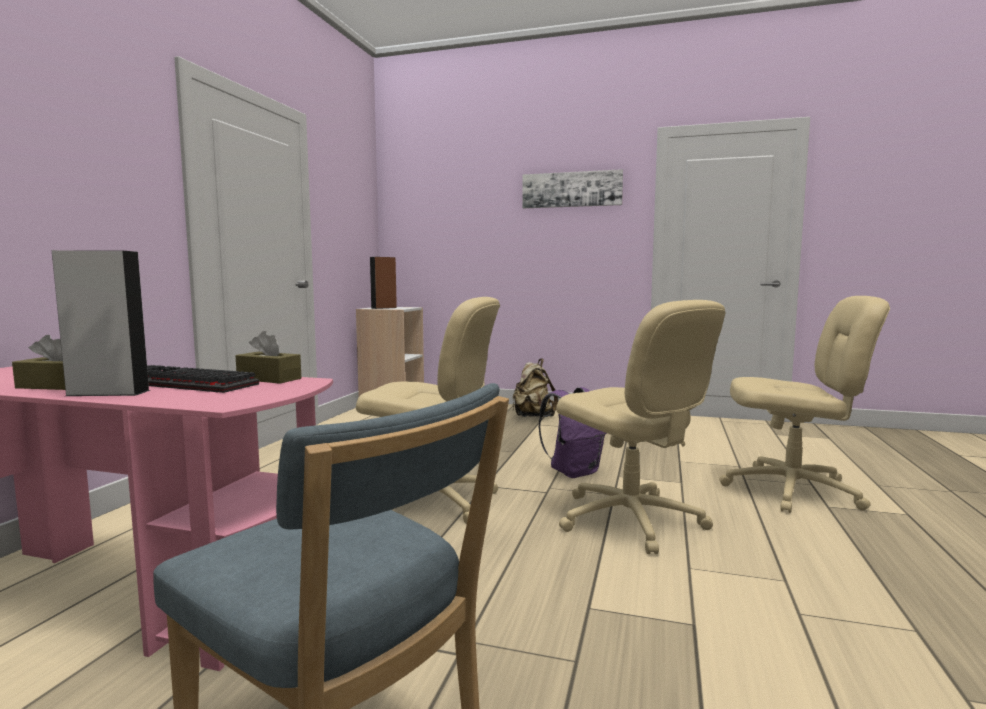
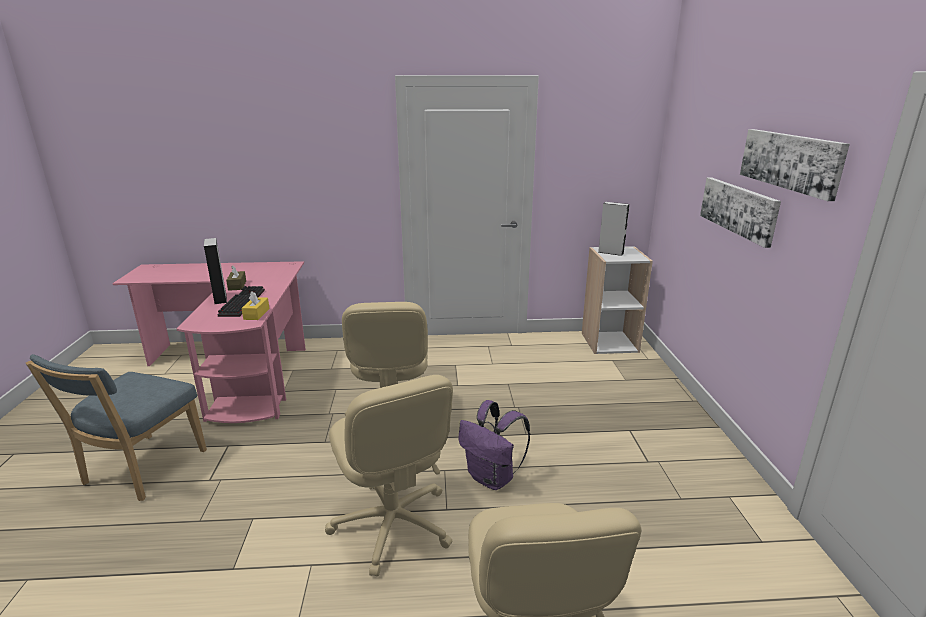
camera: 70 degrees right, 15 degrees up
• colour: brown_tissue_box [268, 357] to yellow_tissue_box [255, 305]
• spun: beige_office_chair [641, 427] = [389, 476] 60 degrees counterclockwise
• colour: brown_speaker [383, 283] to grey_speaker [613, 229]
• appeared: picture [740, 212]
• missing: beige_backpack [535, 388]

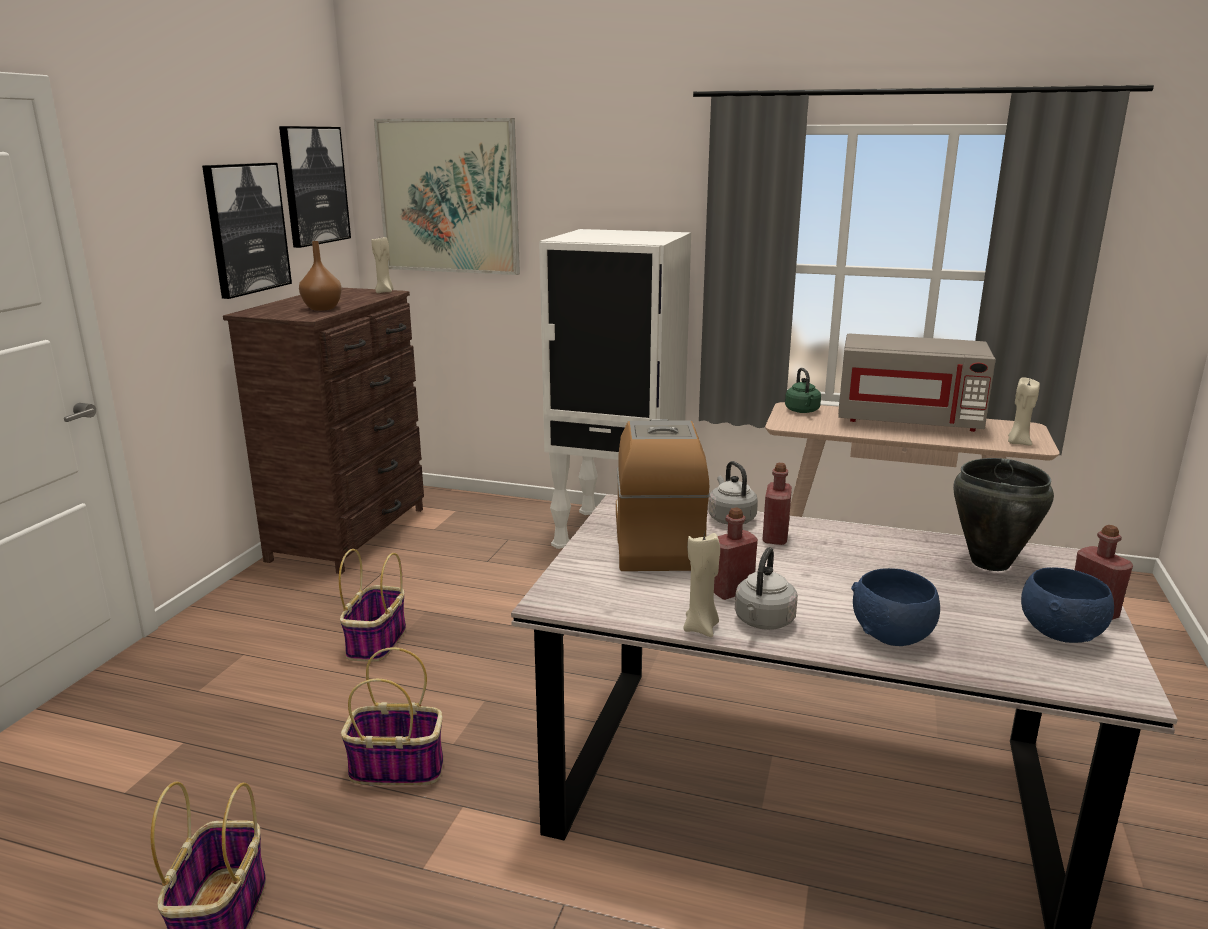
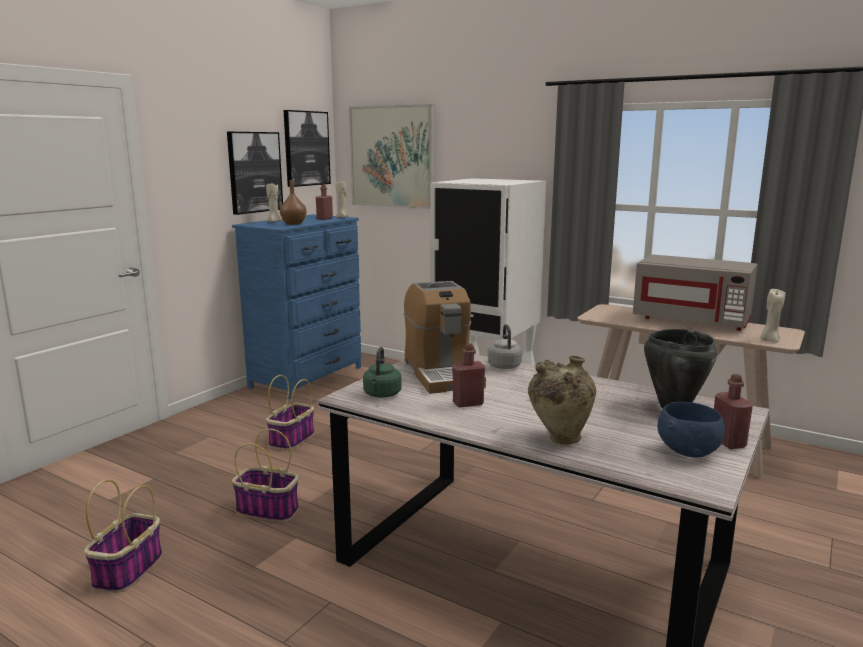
camera: 15 degrees right, 5 degrees down
• colour: brown_dresser [323, 431] to blue_dresser [296, 306]
• relocated: beige_candle [701, 584] to [274, 203]
• relocated: red_bottle [777, 504] to [324, 202]
• relocated: green_kettle [803, 390] to [382, 372]
• spun: coffee_machine [663, 495] = [445, 337] 150 degrees clockwise
• exchanged: blue_bowl [895, 607] to beige_vase [562, 400]
• missing: grey_kettle [766, 588]

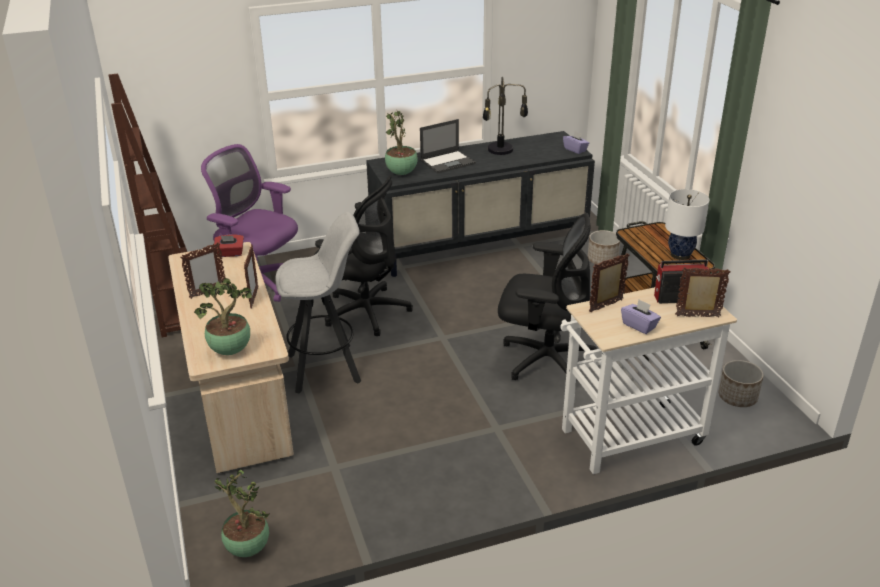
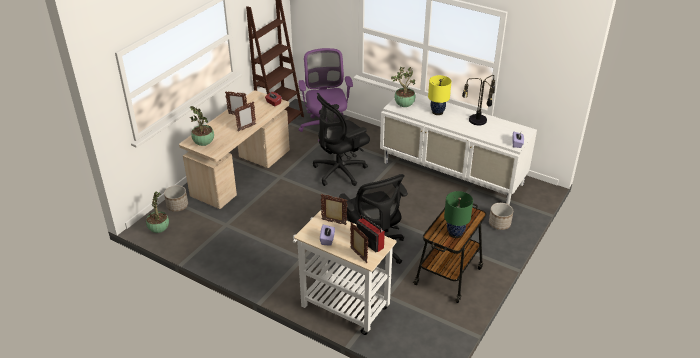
camera: 50 degrees right, 5 degrees up
• relocated: planter [741, 383] to [176, 198]
• spun: black_office_chair [363, 255] = [341, 139] 75 degrees clockwise
• colour: black_cabinet [480, 204] to white_cabinet [458, 149]
• exchanged: laptop [448, 146] to yellow_table_lamp [440, 95]
• colour: white_table_lamp [687, 224] to green_table_lamp [458, 214]
• missing: grey_stool [318, 302]

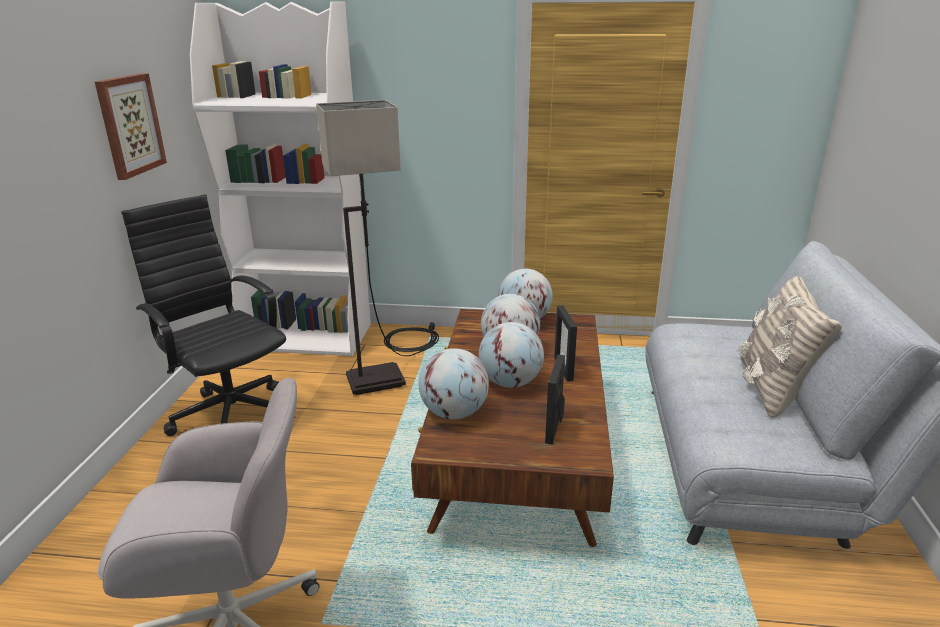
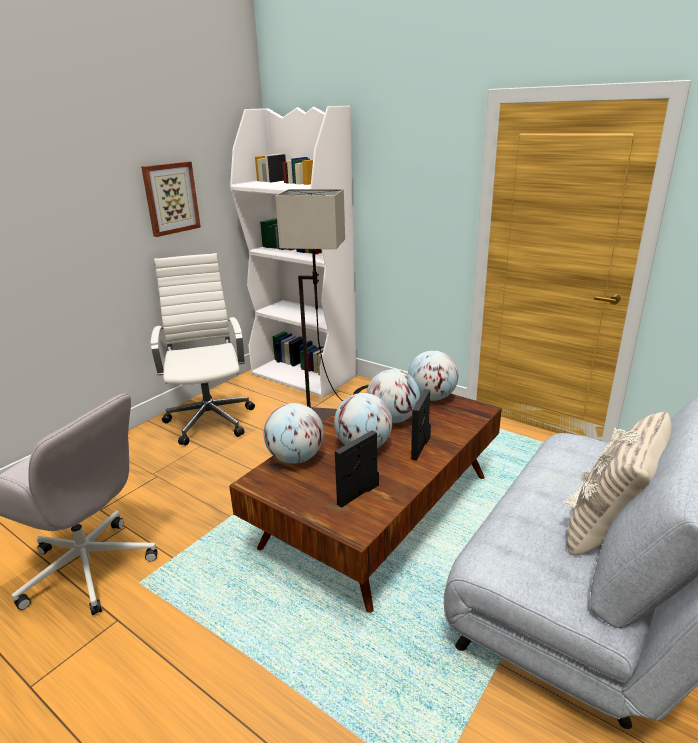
camera: 30 degrees right, 0 degrees up
• colour: black_office_chair [208, 315] to white_office_chair [203, 349]

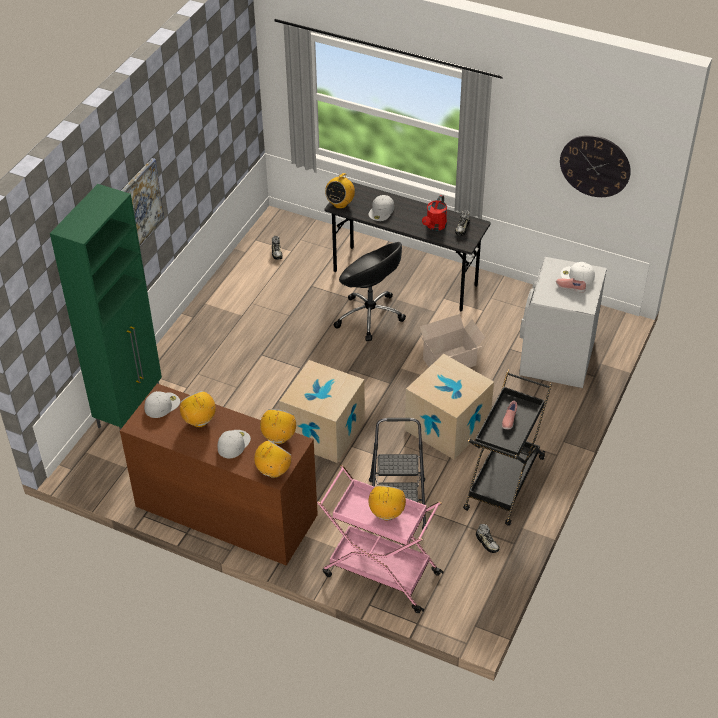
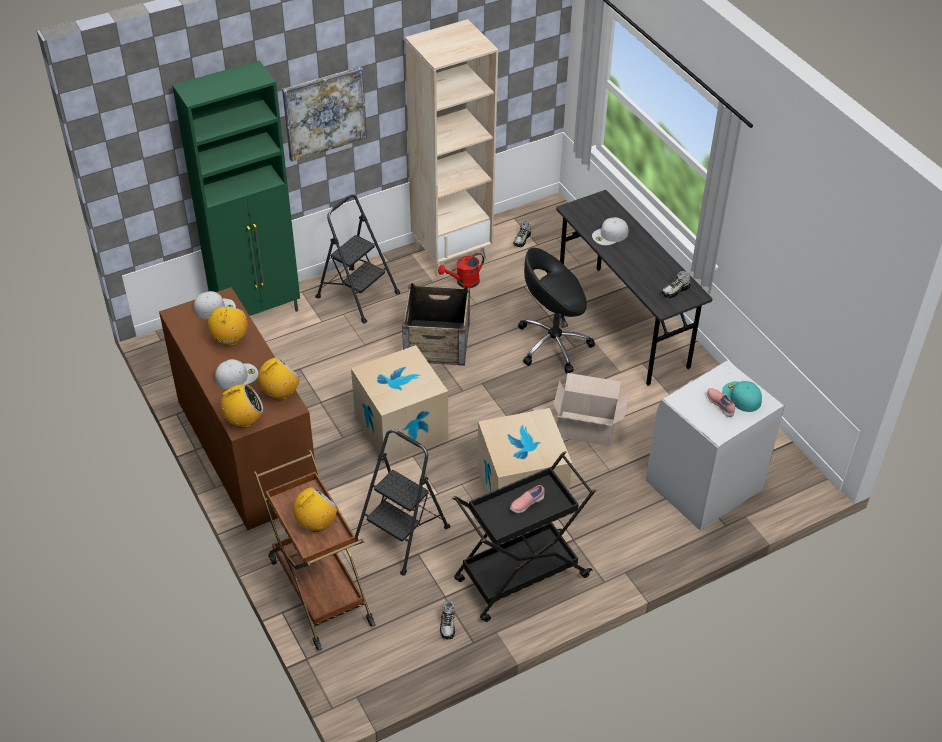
camera: 35 degrees right, 0 degrees up
• colour: pink_cart [380, 539] to brown_cart [315, 550]
• appeared: black_step_ladder [357, 259]
• appeared: crate [436, 324]
• appeared: beige_bookcase [451, 148]
• relocated: red_watering_can [434, 213] to [461, 270]
• spun: black_office_chair [370, 291] = [556, 310] 90 degrees clockwise
• colour: white_cap [577, 273] to turquoise_cap [742, 396]
• missing: radio [340, 191]
• missing: wall_clock [595, 166]

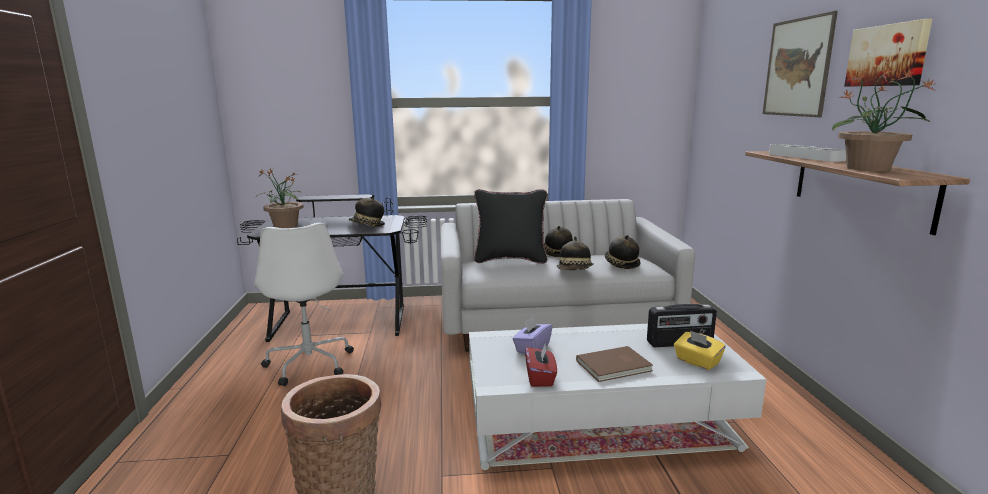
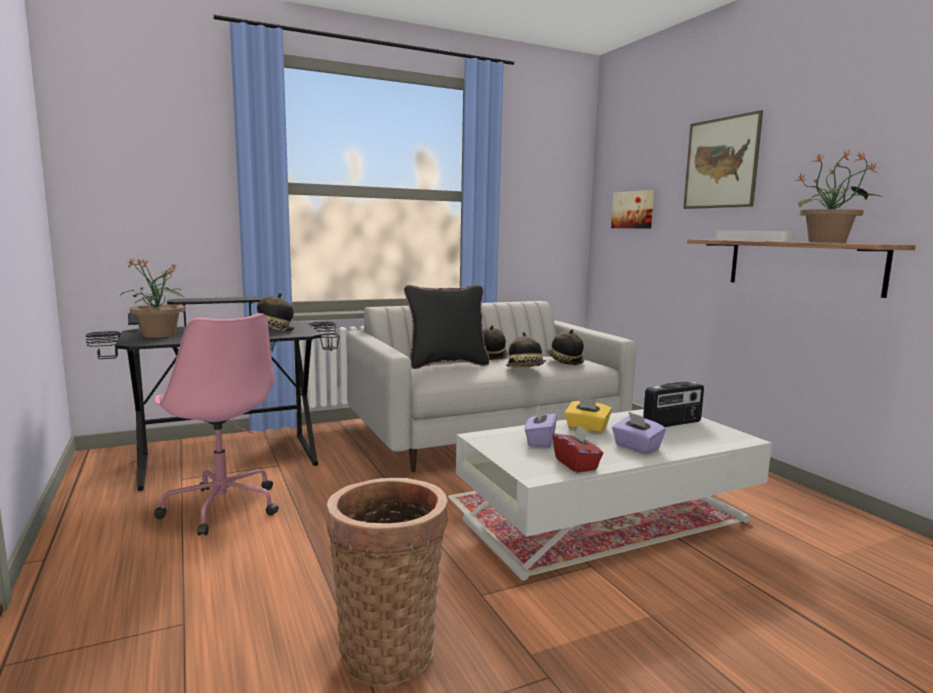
camera: 20 degrees left, 5 degrees down
• colour: white_office_chair [304, 304] to pink_office_chair [216, 424]
• relocated: yellow_tissue_box [700, 350] to [588, 415]
• relocated: picture [888, 53] to [632, 209]
• exchanged: brown_book [614, 364] to purple_tissue_box [639, 433]

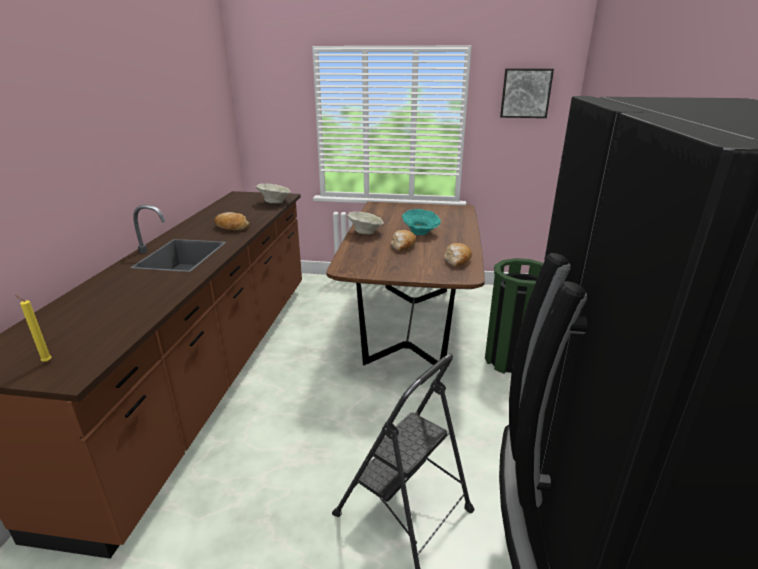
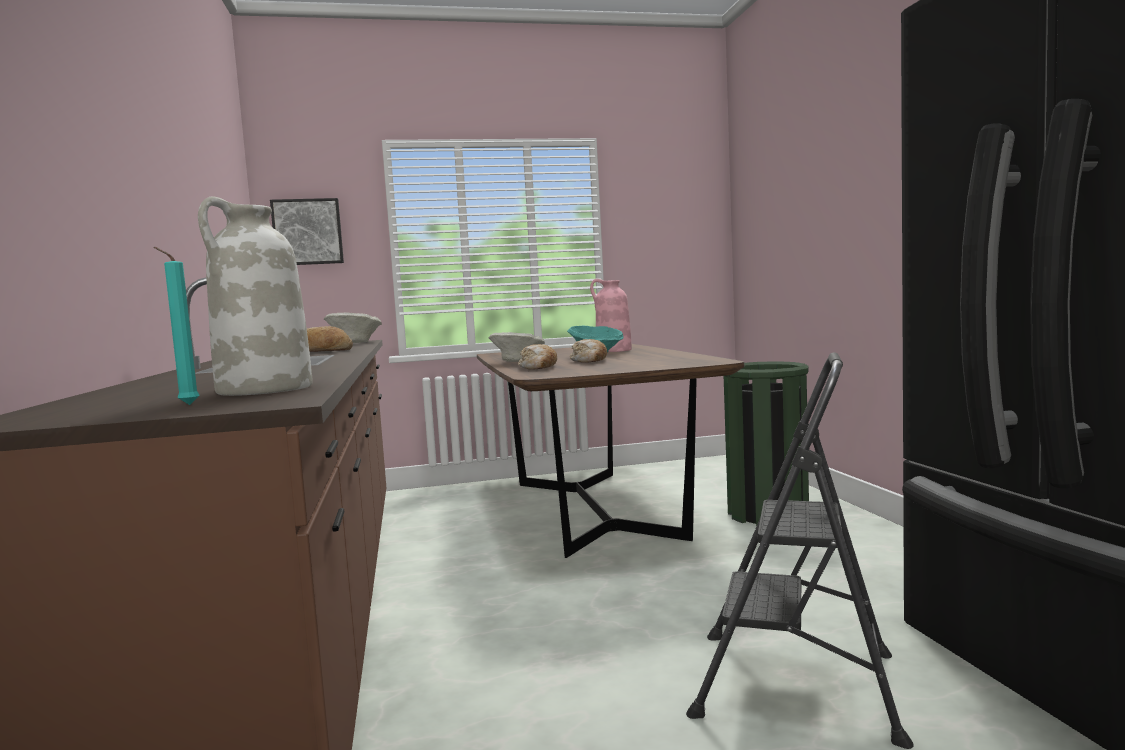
camera: 20 degrees left, 20 degrees down
• colour: yellow_candle [33, 328] to turquoise_candle [177, 326]
• appeared: white_vase [255, 296]
• relocated: picture [527, 93] to [307, 231]
• relocated: bread [458, 255] to [537, 356]
• appeared: pink_vase [611, 315]

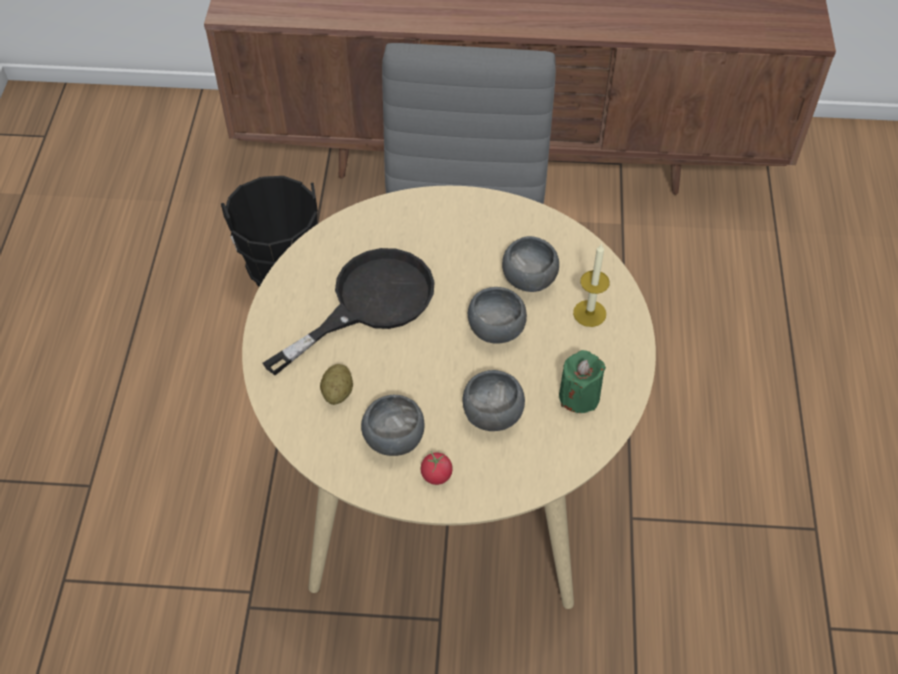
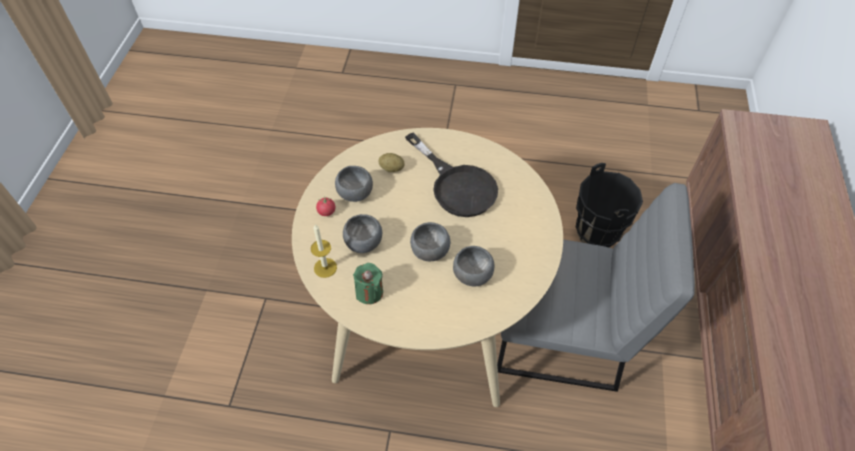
camera: 95 degrees right, 0 degrees up
• relocated: candle [591, 285] to [324, 251]

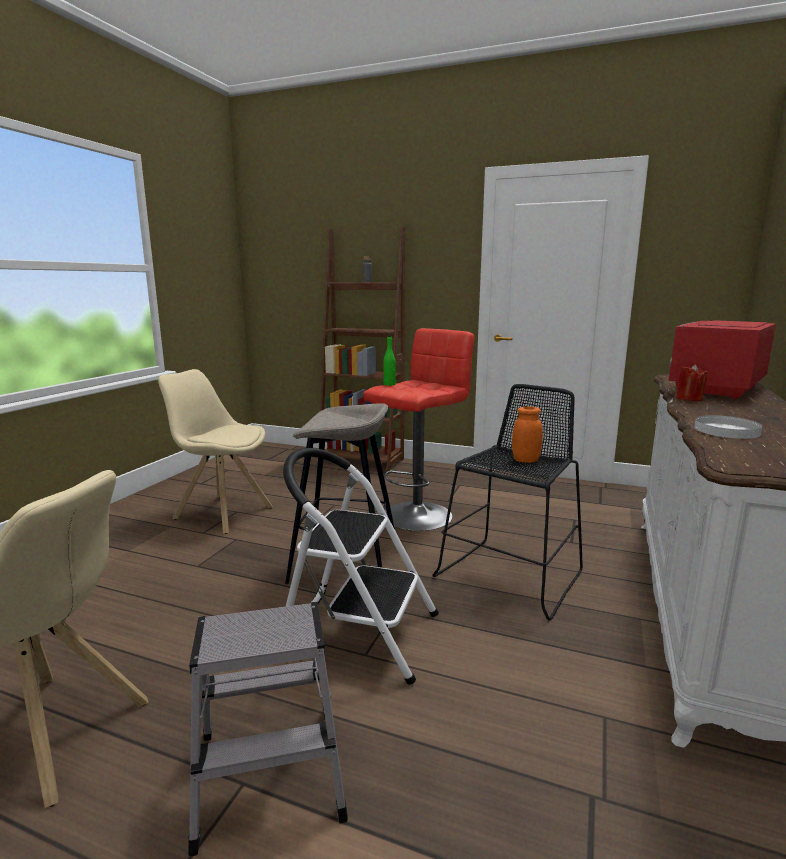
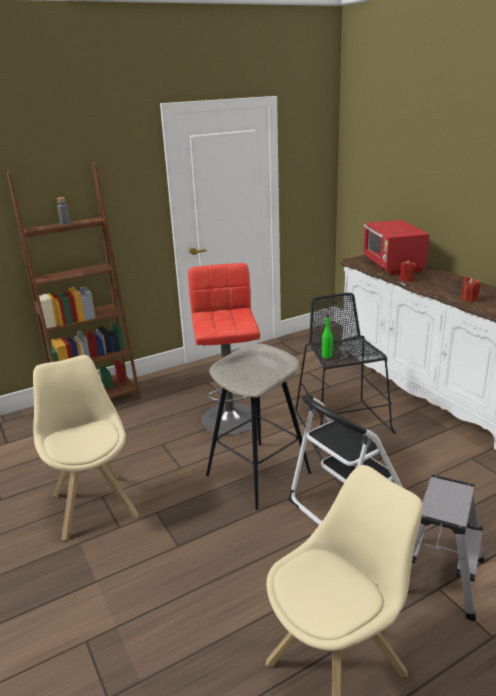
camera: 50 degrees left, 10 degrees up
• spun: beige_chair [215, 451] = [86, 448] 90 degrees clockwise
• relocated: green_bottle [389, 359] to [327, 336]
• exchanged: white_plate [728, 427] to red_candle [470, 289]
• missing: orange_jar [527, 435]

